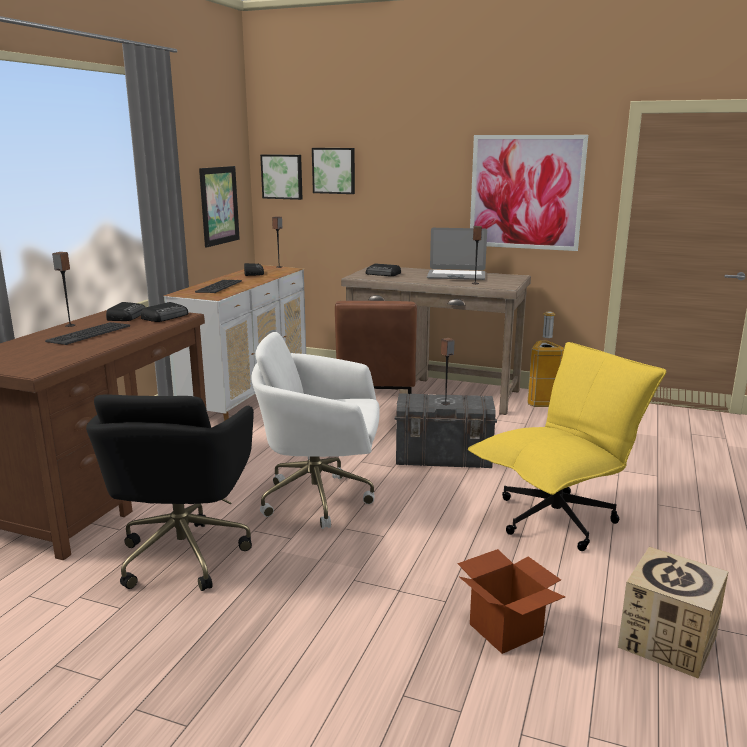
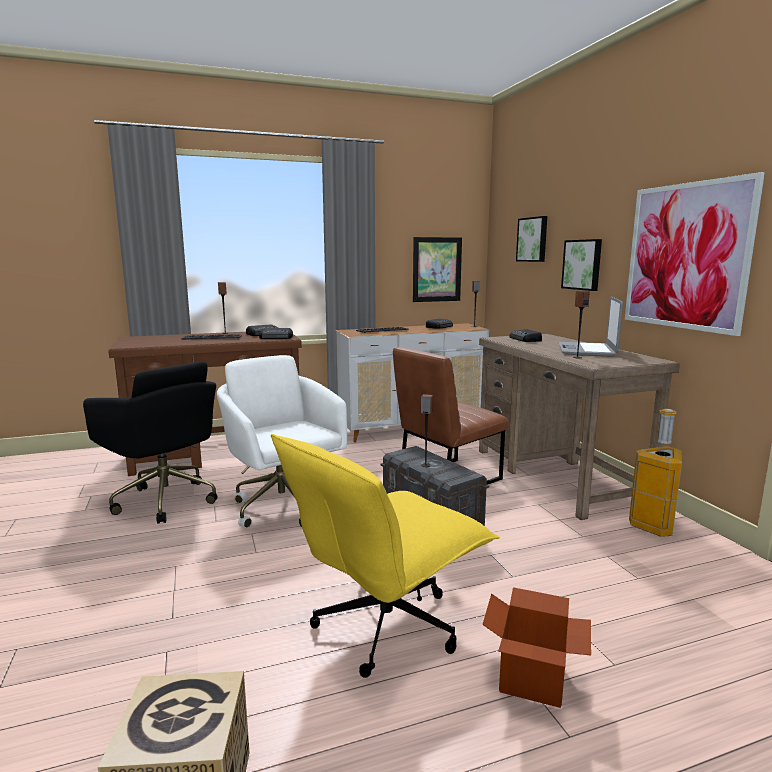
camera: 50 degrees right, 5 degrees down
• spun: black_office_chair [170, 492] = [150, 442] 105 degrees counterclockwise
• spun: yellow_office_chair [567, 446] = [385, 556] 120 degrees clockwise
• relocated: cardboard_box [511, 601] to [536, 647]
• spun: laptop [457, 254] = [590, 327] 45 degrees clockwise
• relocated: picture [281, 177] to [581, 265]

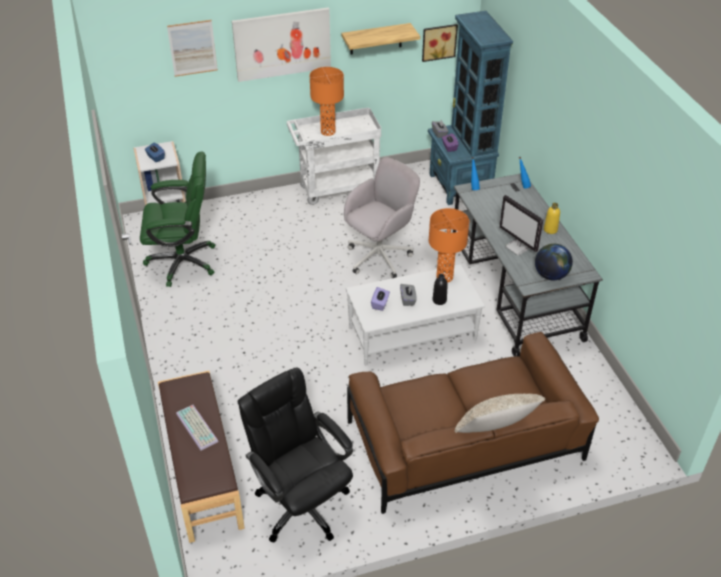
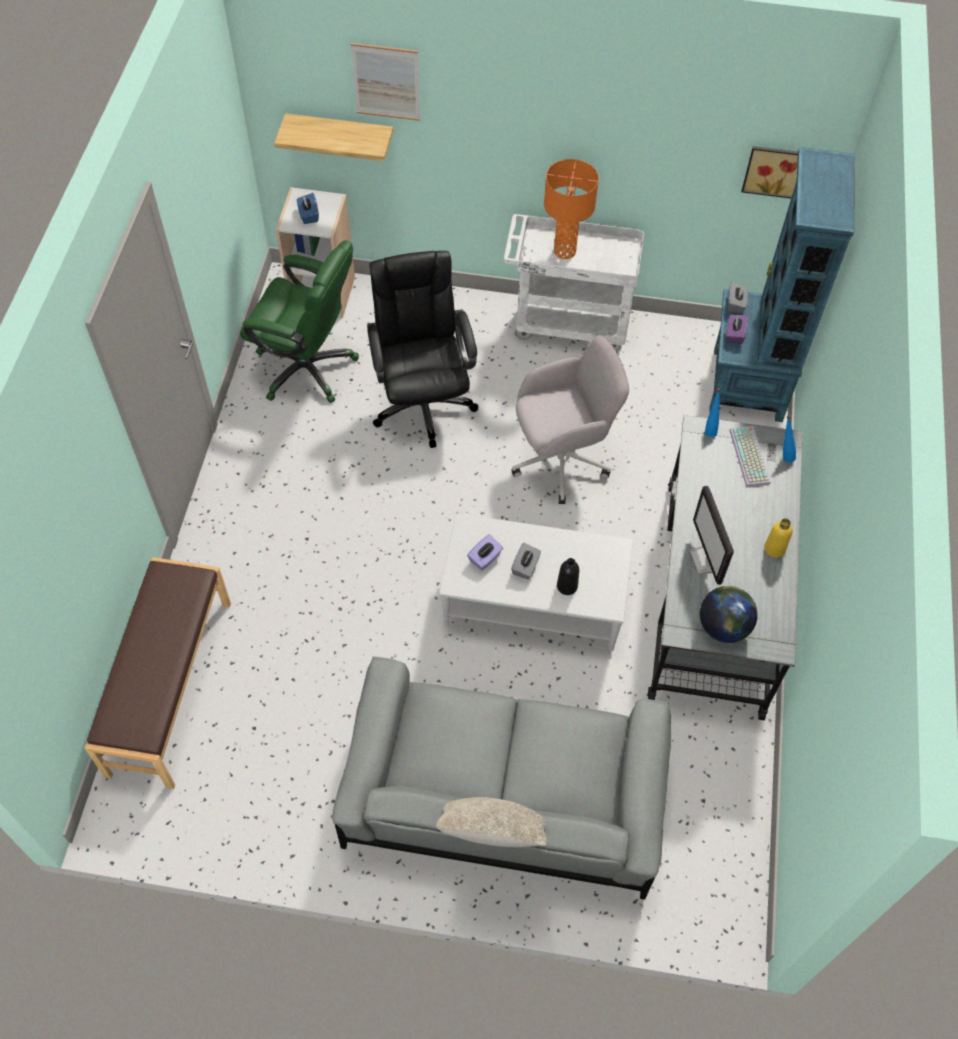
camera: 25 degrees right, 15 degrees up
• relocated: shelf [380, 38] to [333, 137]
• colour: brown_sofa [473, 423] to grey_sofa [501, 778]
• relocated: black_office_chair [295, 455] to [422, 349]
• relocated: keyboard [197, 428] to [749, 456]
• missing: picture [281, 45]
• missing: orange_table_lamp [449, 245]

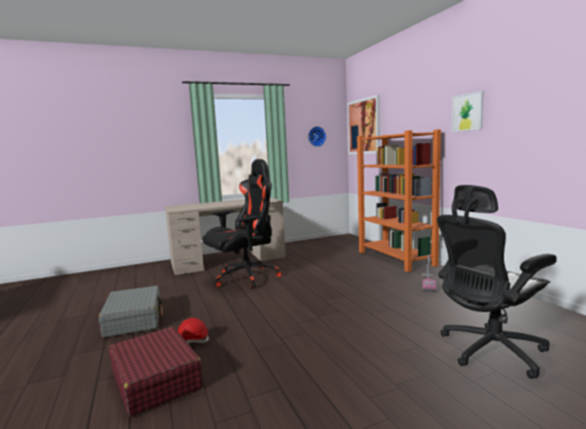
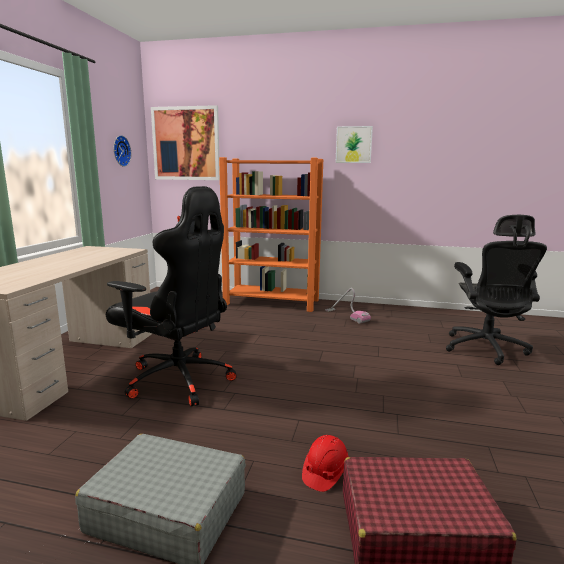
camera: 55 degrees left, 5 degrees up
• spun: black_office_chair [242, 224] = [171, 296] 120 degrees clockwise

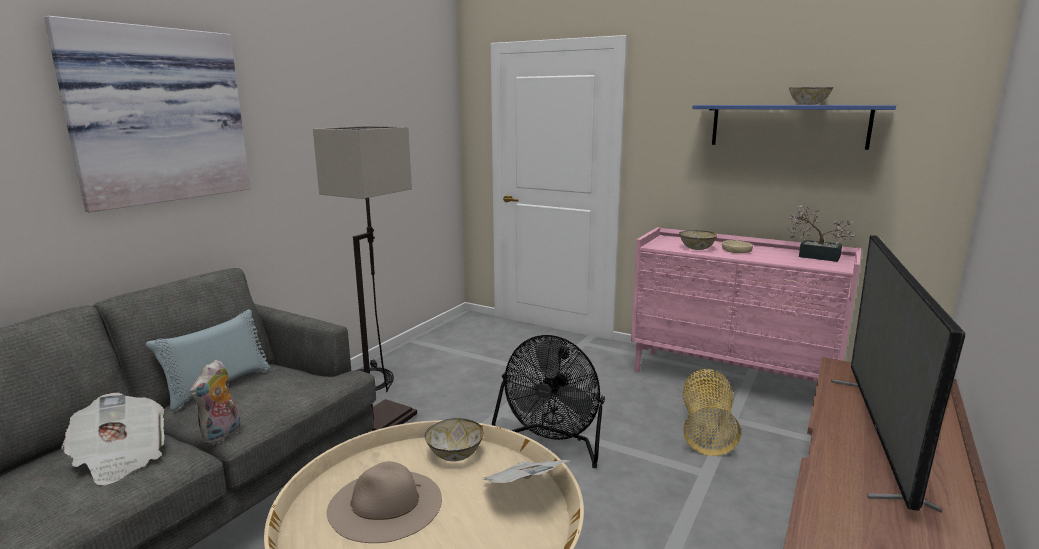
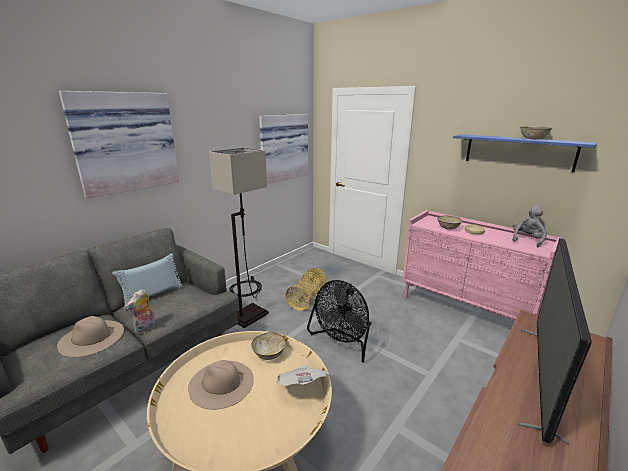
camera: 10 degrees right, 5 degrees up
• exchanged: newspaper [113, 439] to beige_hat [90, 336]
• appeared: picture [283, 149]
• relocated: basket [711, 412] to [306, 289]
• exchanged: potted_plant [821, 233] to grey_plush_toy [529, 226]

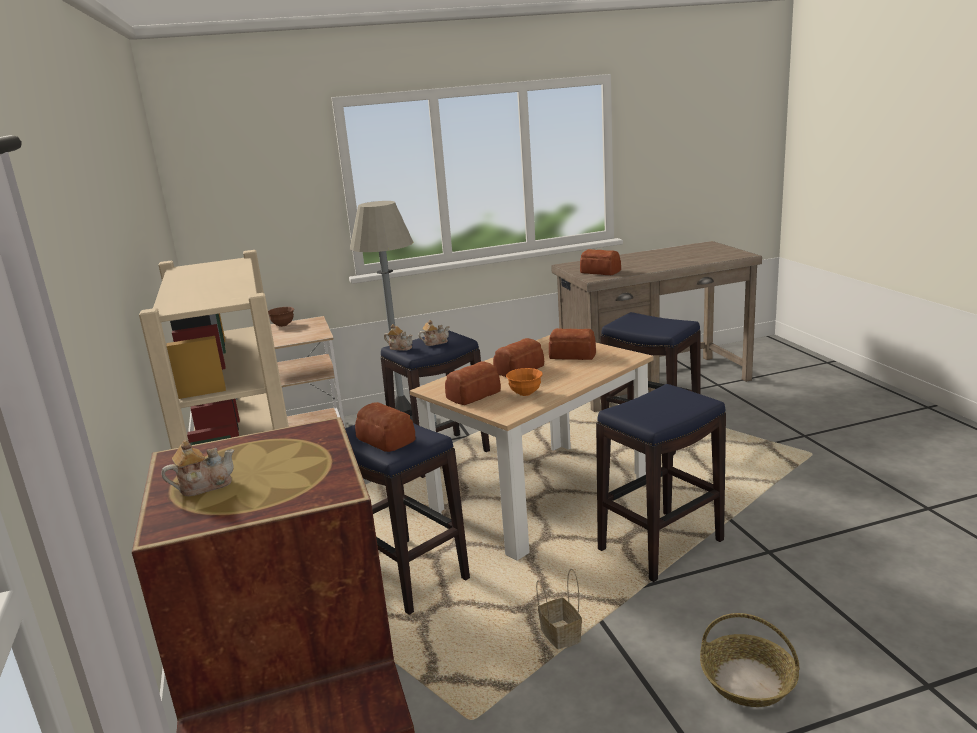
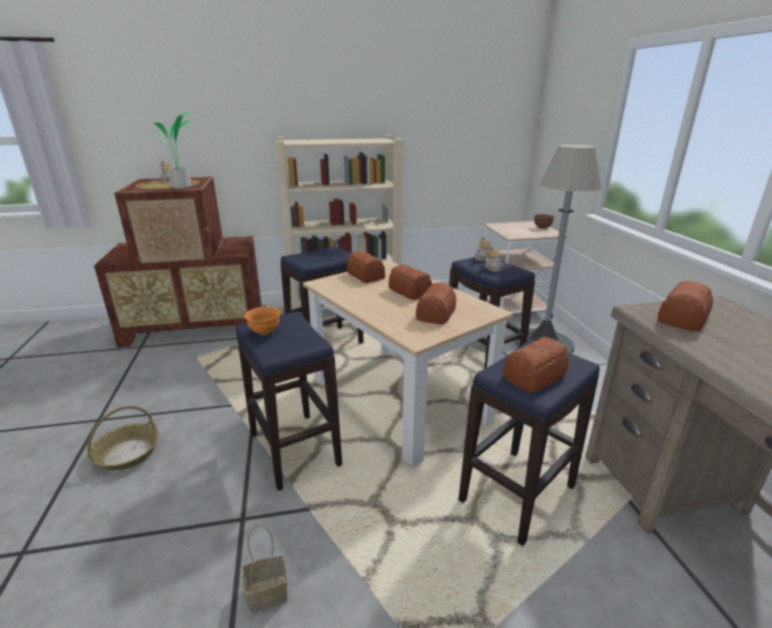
camera: 95 degrees right, 5 degrees up
• appeared: potted_plant [169, 150]
• relocated: basket [559, 609] to [265, 569]
• relocated: orange_bowl [524, 382] to [262, 320]
• relocated: bread [385, 427] to [536, 365]

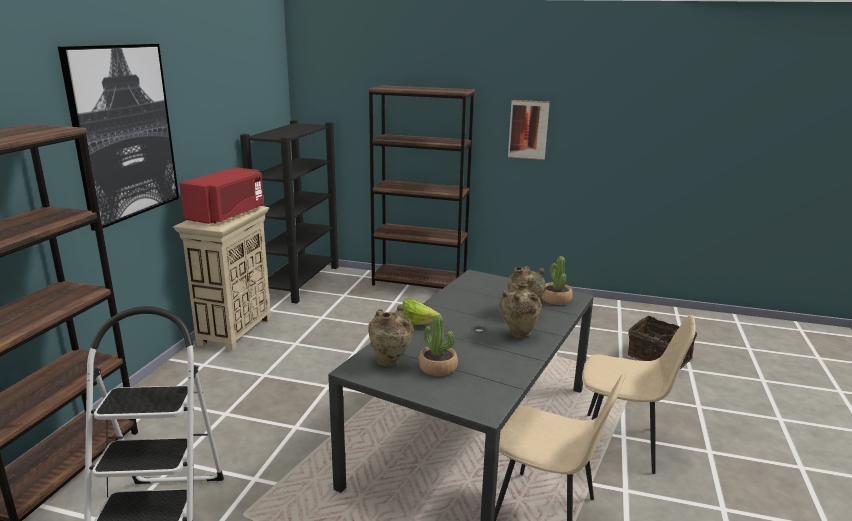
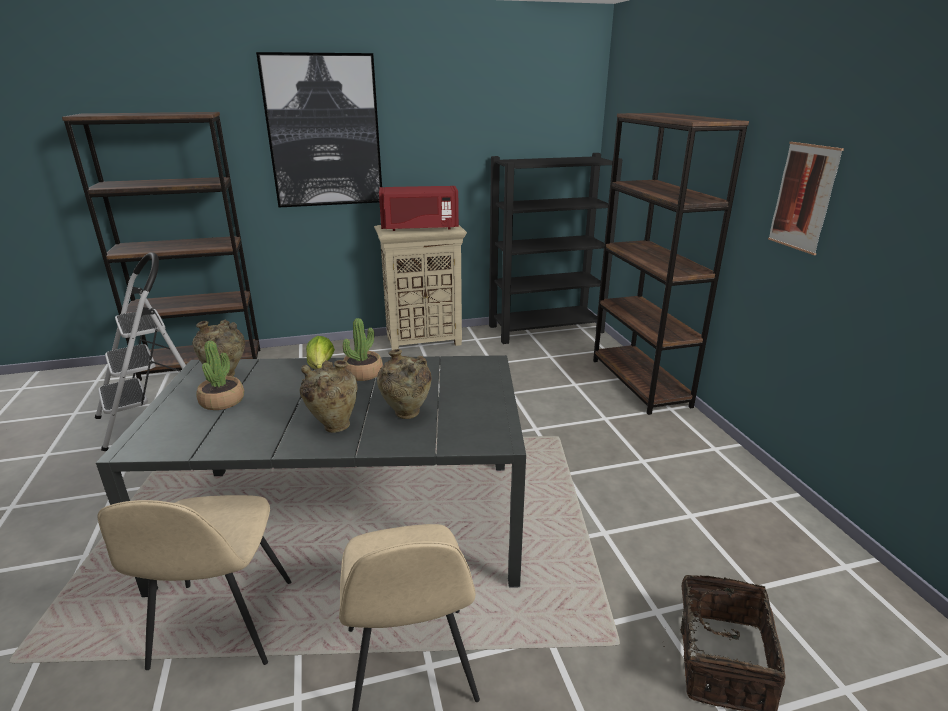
camera: 60 degrees right, 5 degrees up
• relocated: potted_plant [557, 280] to [363, 349]

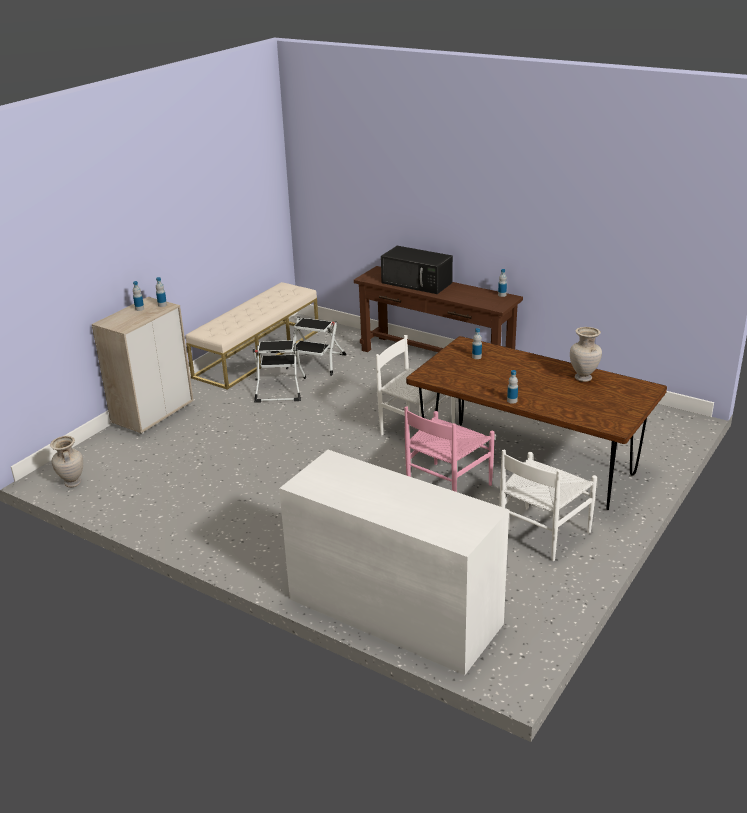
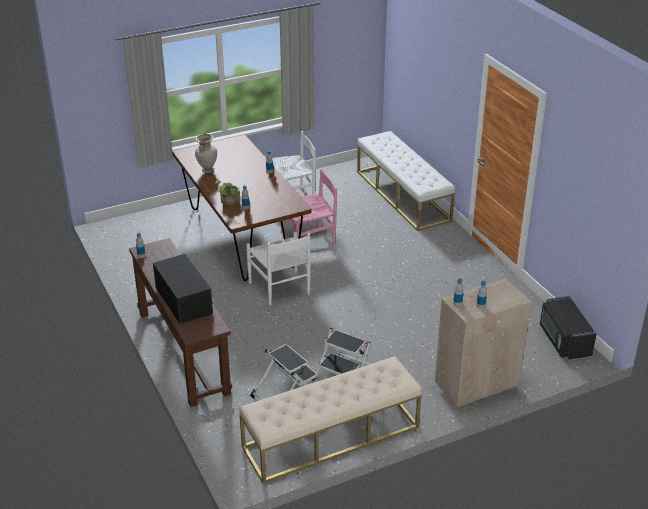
camera: 150 degrees left, 5 degrees up
• appeared: potted_plant [227, 191]
• exchanged: white_dresser [394, 562] to white_bench [406, 181]
• exchanged: beige_vase [66, 461] to black_microwave [568, 328]

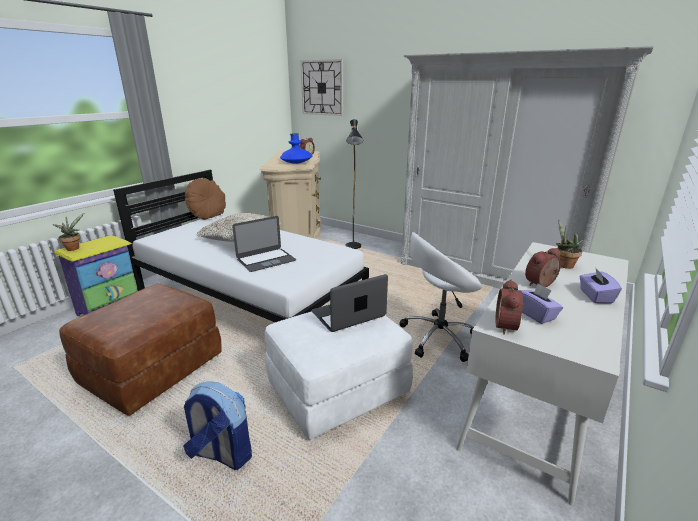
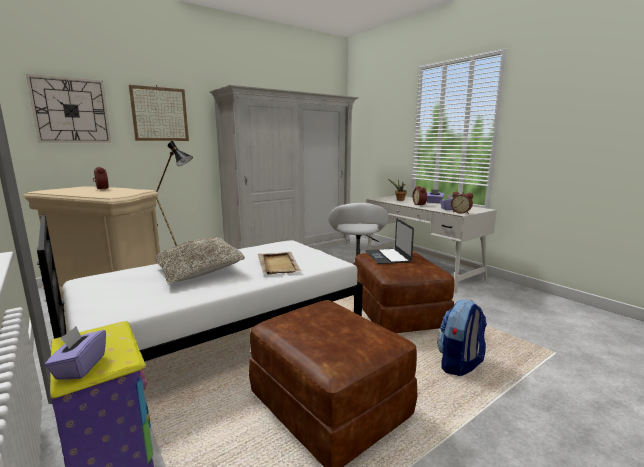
camera: 70 degrees left, 10 degrees down
• exchanged: potted_plant [68, 232] to purple_tissue_box [75, 353]
• appeared: picture [159, 113]
• exchanged: laptop [264, 244] to beige_tray [280, 263]
• colour: white_ottoman [339, 375] to brown_ottoman [404, 292]
• missing: brown_pillow [205, 199]
• missing: blue_vase [296, 148]

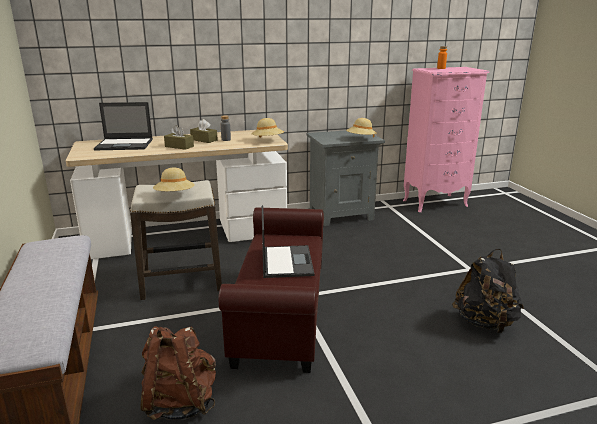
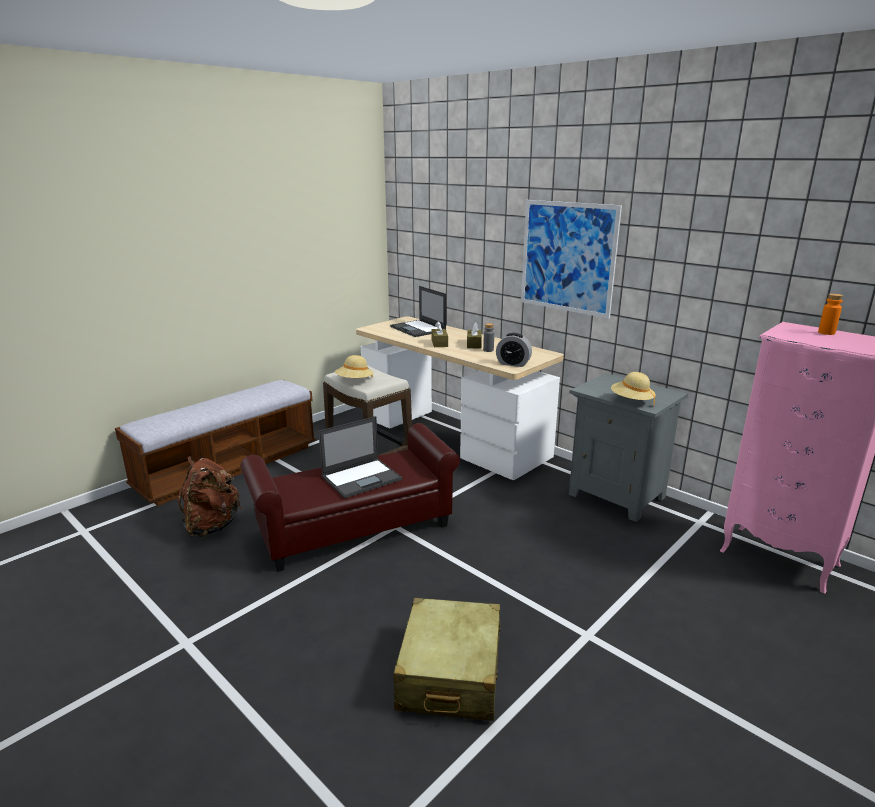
camera: 60 degrees right, 0 degrees up
• exchanged: black_backpack [488, 291] to beige_suitcase [447, 659]
• exchanged: beige_hat [267, 128] to alarm_clock [514, 350]
• appeared: picture [571, 259]

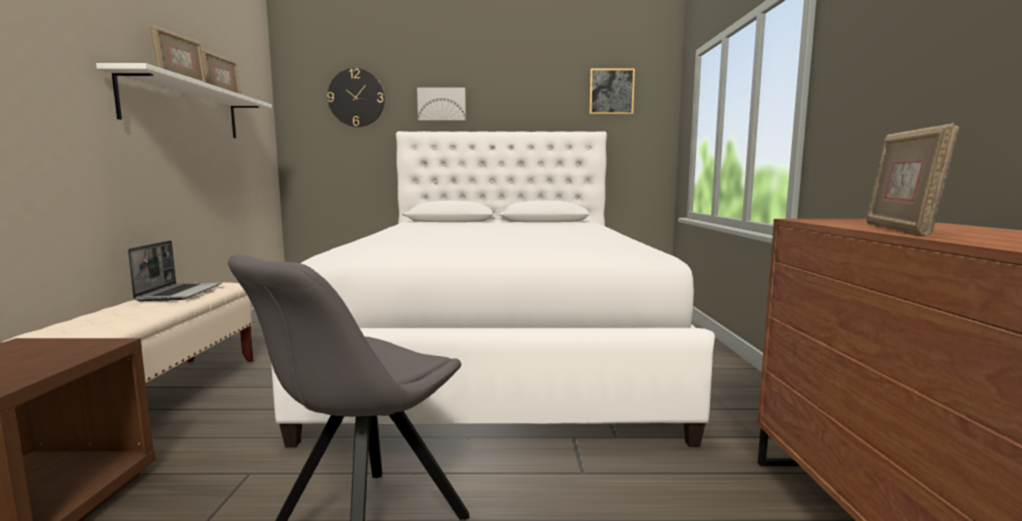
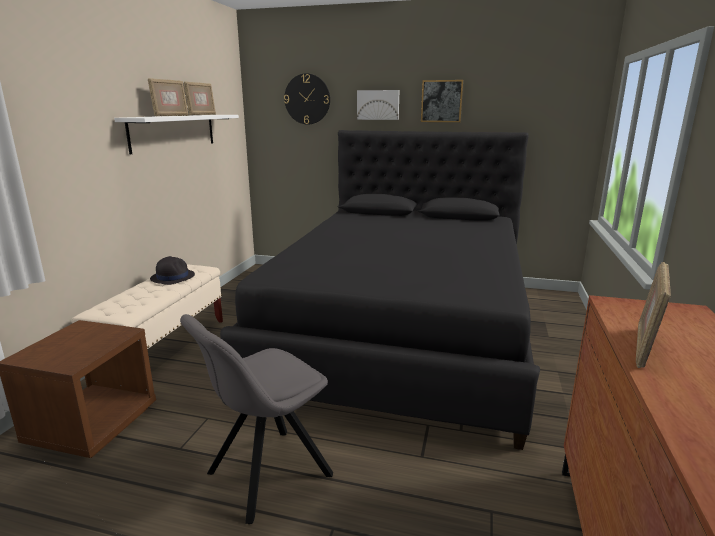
camera: 15 degrees right, 10 degrees up
• exchanged: laptop [174, 271] to black_hat [172, 270]
• colour: white_bed [493, 289] to black_bed [380, 290]
• relocated: picture [612, 91] to [442, 101]

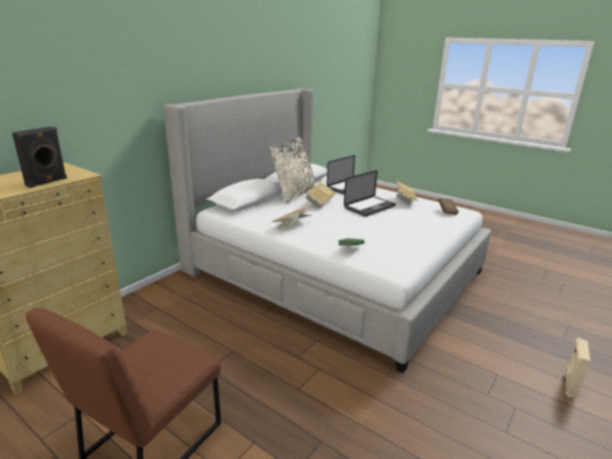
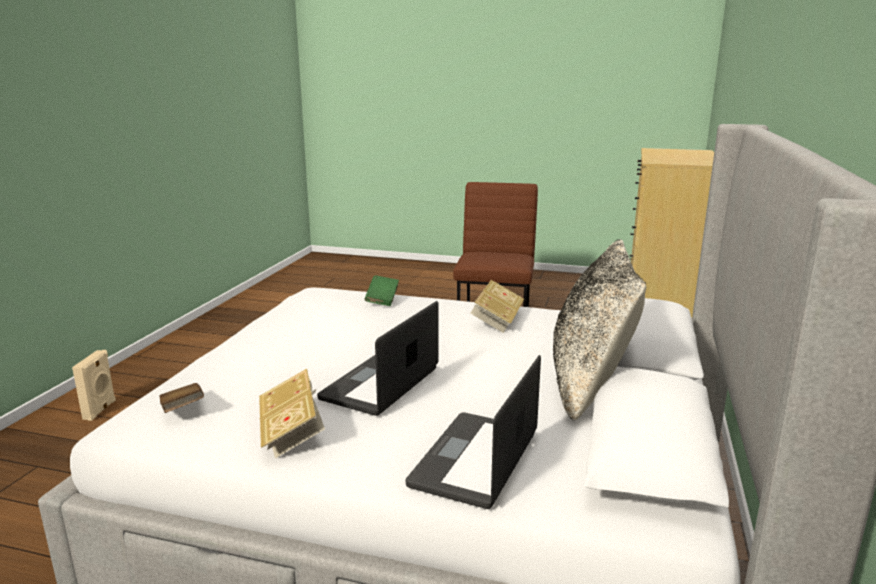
camera: 160 degrees right, 5 degrees down
• missing: black_speaker [39, 157]
• missing: book [320, 196]

